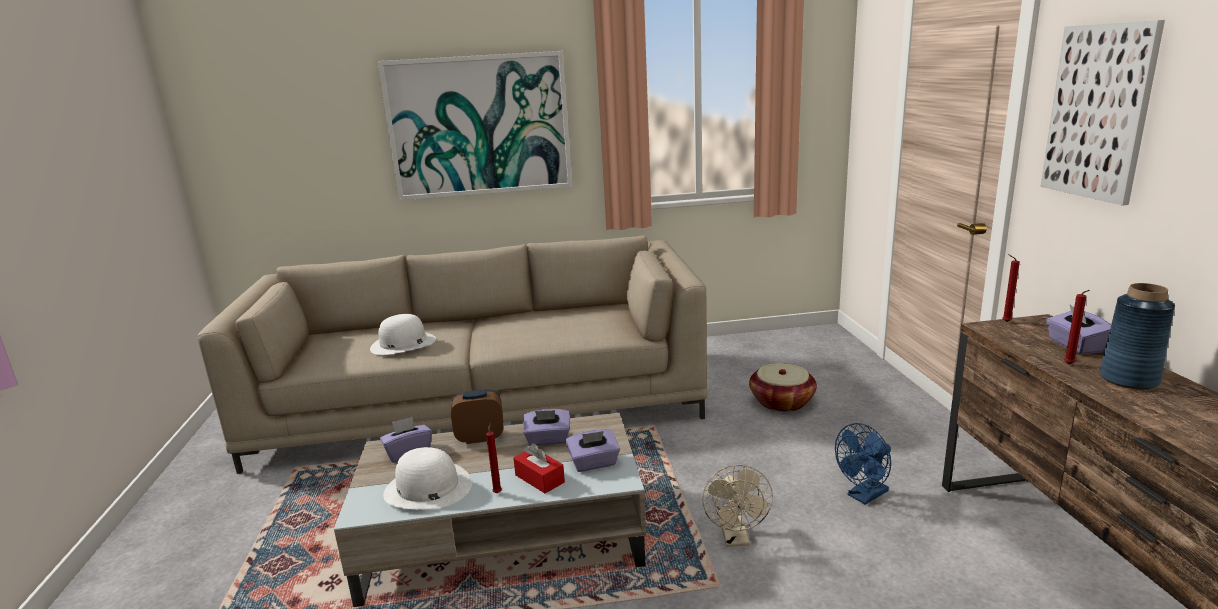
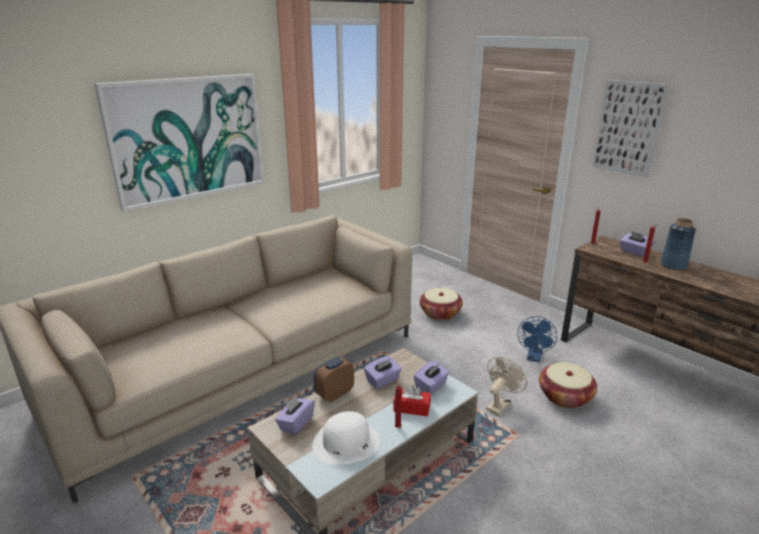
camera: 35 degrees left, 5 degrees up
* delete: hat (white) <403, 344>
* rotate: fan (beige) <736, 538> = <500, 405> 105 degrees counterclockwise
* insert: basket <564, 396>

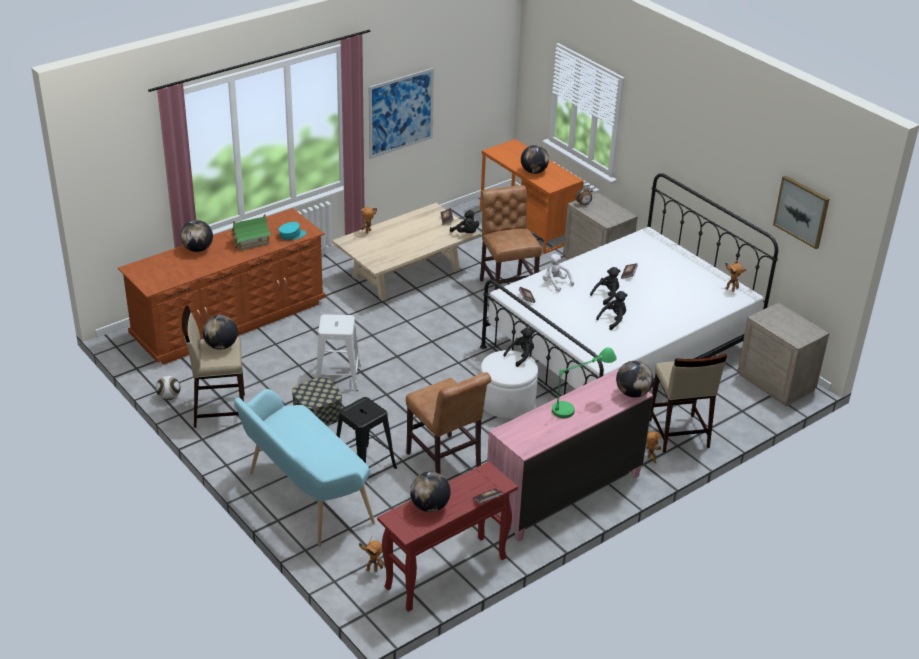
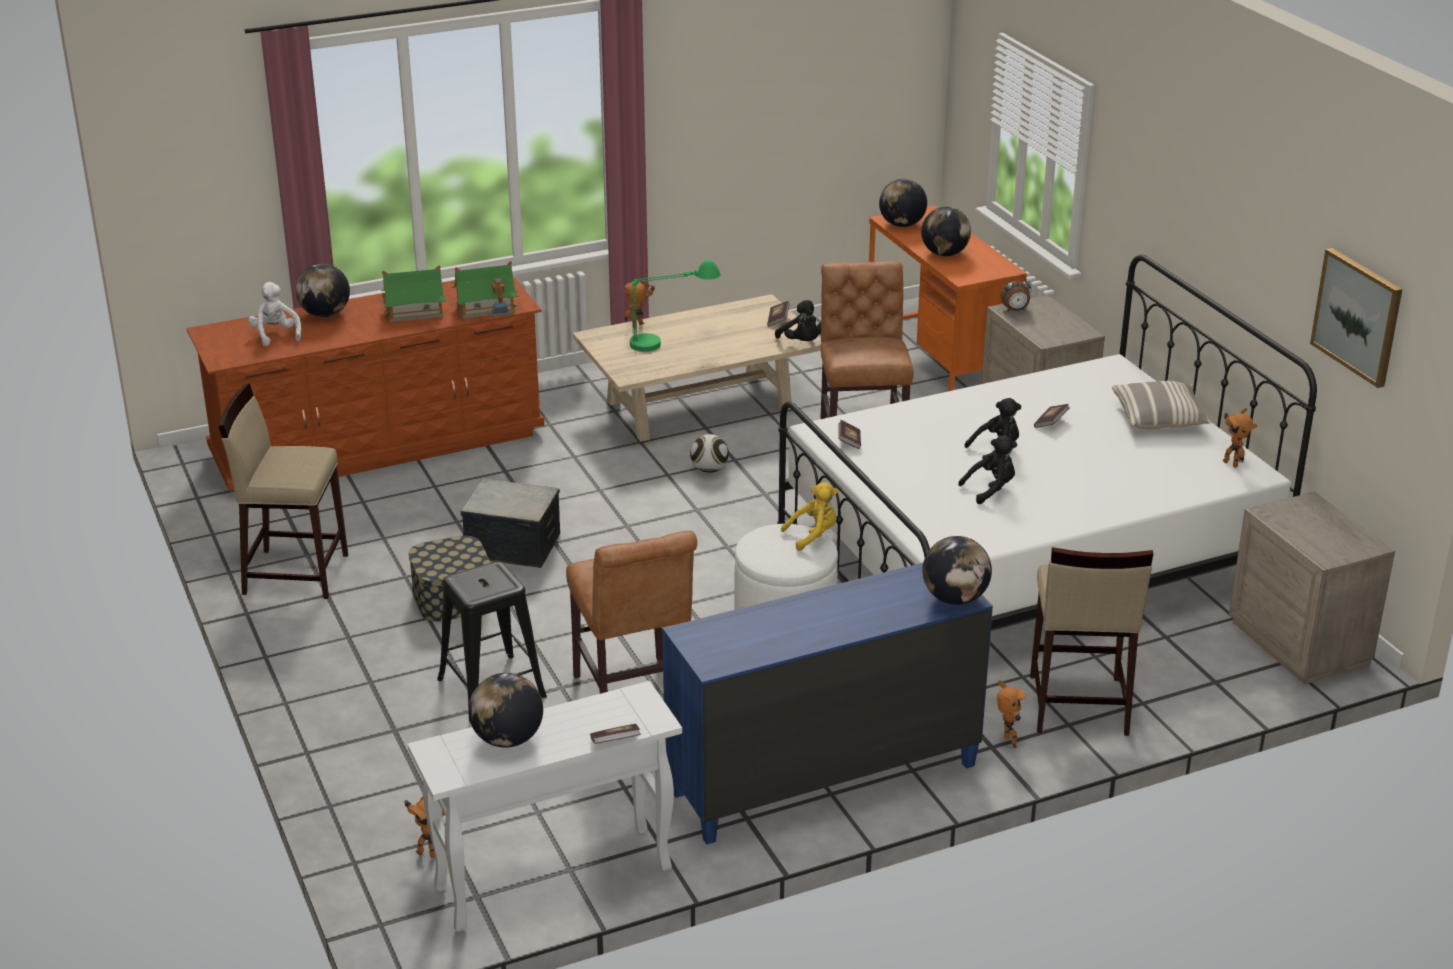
camera: 15 degrees right, 5 degrees down
* move: football <169, 397> to <709, 470>
* move: globe <221, 346> to <901, 225>
* delete: bench (turquoise) <304, 499>
* replace: cap (turquoise) <292, 235> to toy house <486, 308>
* replace: stool (white) <338, 377> to storage box <513, 546>
* delete: picture <401, 113>
* recolor: console table (red) <445, 574> to console table (white) <552, 879>
* recolor: dresser (pink) <563, 494> to dresser (blue) <822, 778>
* recolor: plush toy (black) <521, 356> to plush toy (yellow) <813, 535>
* move: plush toy (white) <555, 283> to <276, 335>
* move: table lamp (green) <579, 405> to <672, 341>
* insert: pillow <1159, 418>

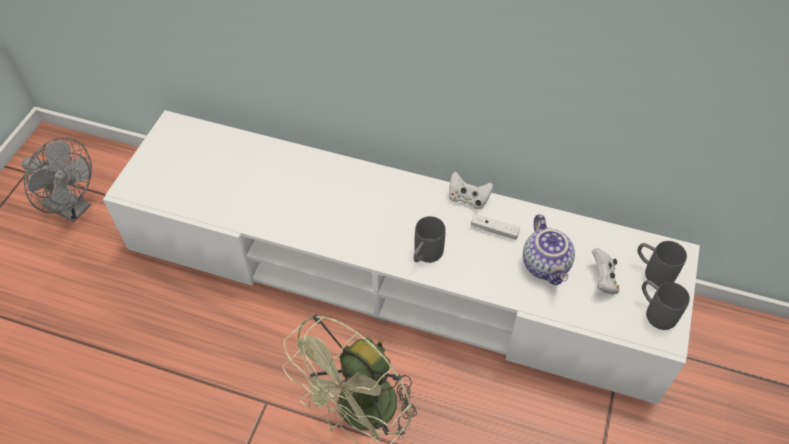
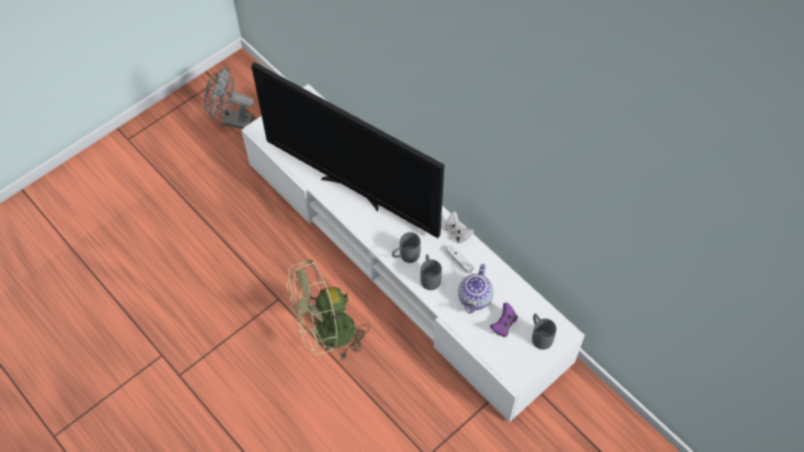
camera: 30 degrees right, 5 degrees up
* rotate: fan (grey) <73, 208> = <231, 120> 135 degrees clockwise
* recolor: game controller (white) <603, 280> to game controller (purple) <503, 325>
* move: mug (grey) <655, 311> to <429, 277>
* insert: television <354, 190>

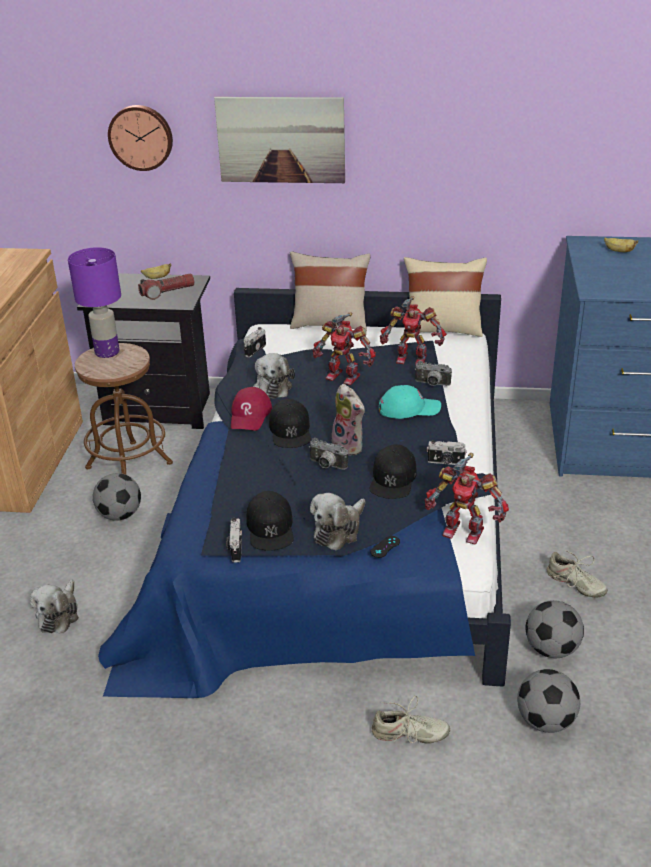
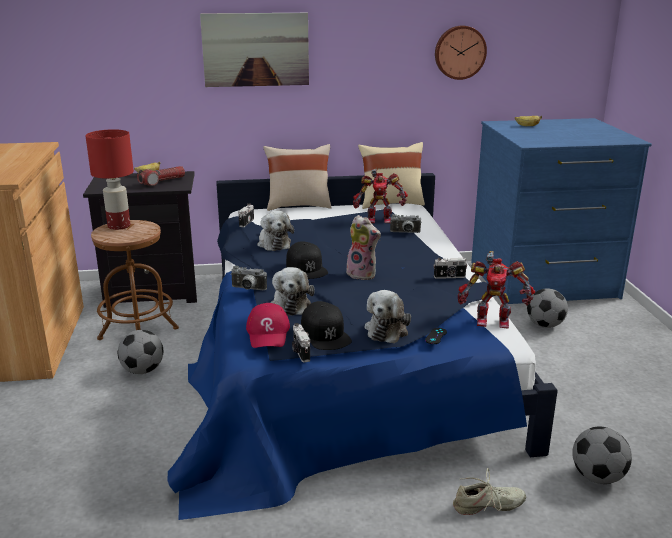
camera: 15 degrees left, 10 degrees down
* move: plush toy <59, 614> to <290, 304>
* recolor: table lamp (purple) <106, 352> to table lamp (red) <118, 226>
* move: wall clock <141, 137> to <459, 52>
* move: cap (red) <250, 415> to <268, 333>
* move: photo camera <326, 466> to <248, 289>
* delete: toy robot <344, 376>
* delete: cap (black) <393, 479>
* delete: cap (turquoise) <409, 408>
* move: football <552, 649> to <545, 325>
* delete: shoe (beige) <575, 584>

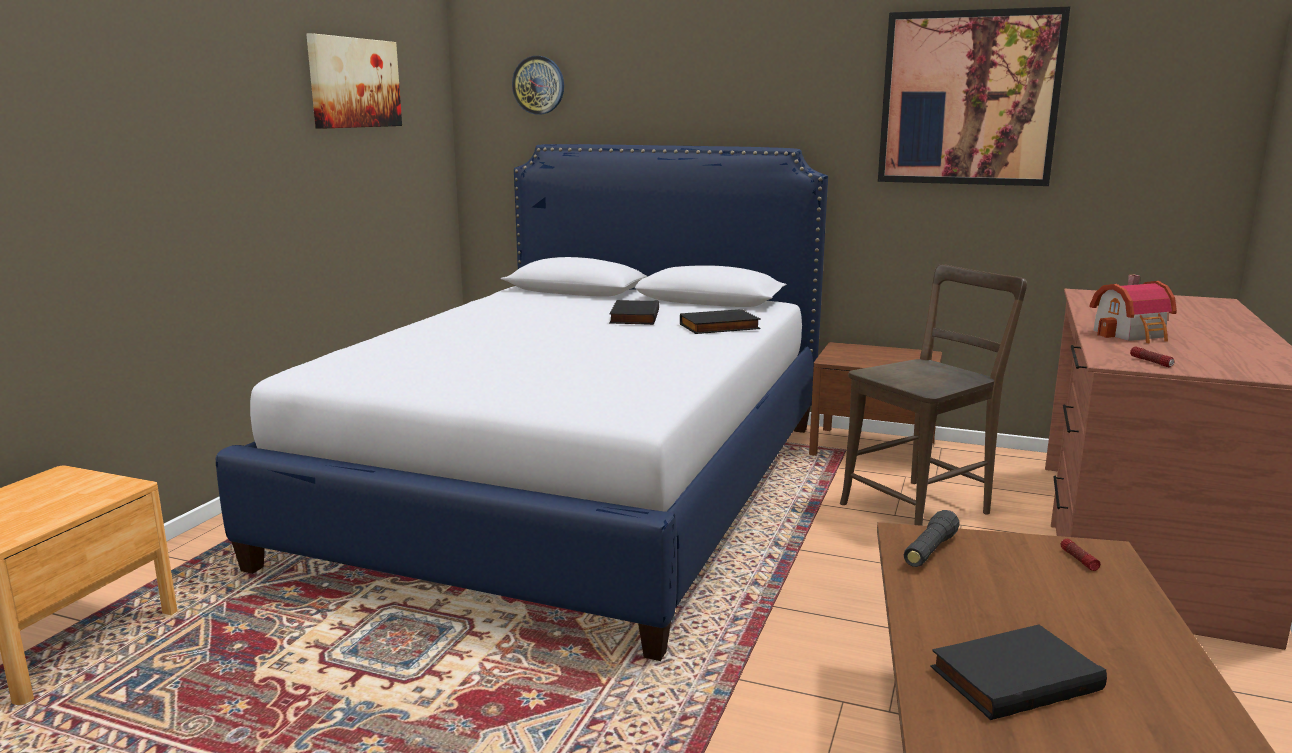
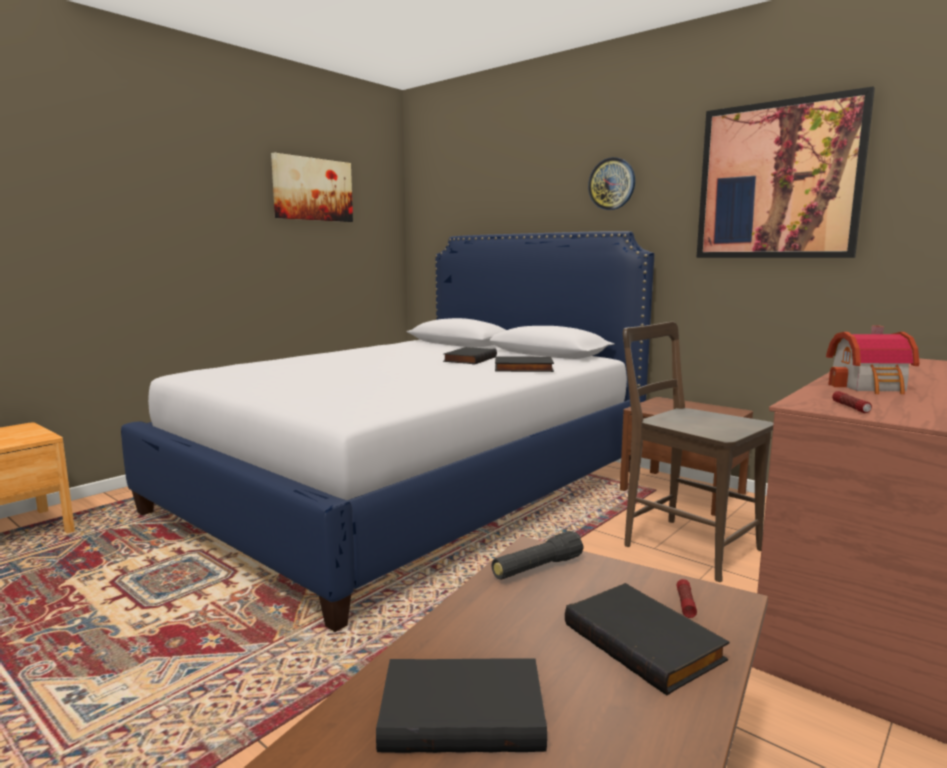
camera: 20 degrees right, 5 degrees down
* move: wall clock <538, 85> to <612, 184>
* rotate: chair (brown) <921, 507> = <685, 545> 120 degrees counterclockwise
* insert: book (black) <645, 641>

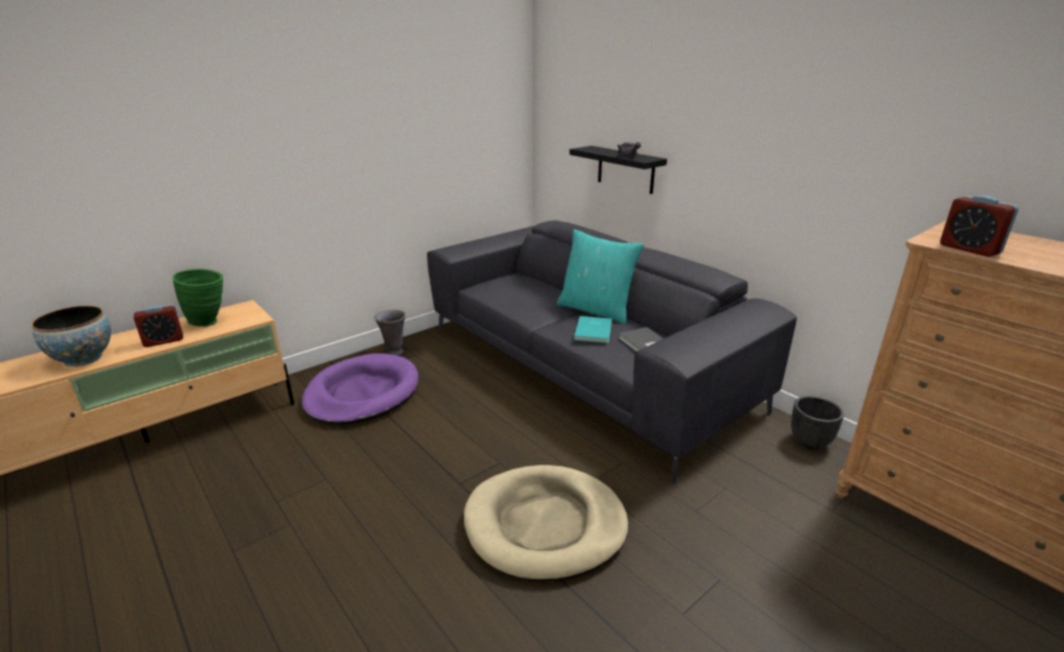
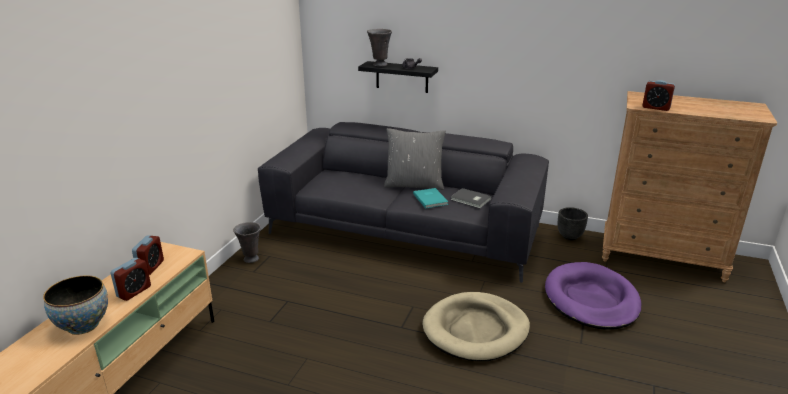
camera: 30 degrees left, 0 degrees up
* replace: vase (green) <210, 322> to alarm clock <150, 267>
* move: dog bed (purple) <362, 393> to <591, 299>
* recolor: pillow (turquoise) <596, 310> to pillow (grey) <414, 184>
* insert: vase (grey) <379, 65>

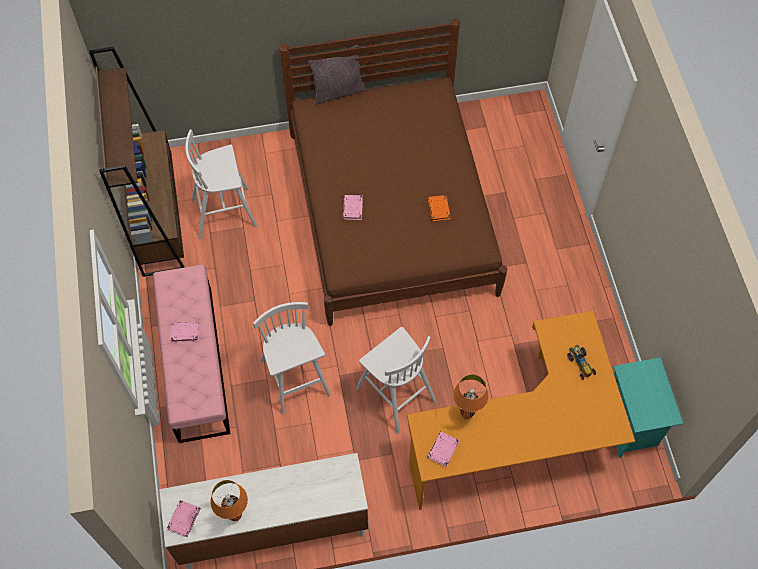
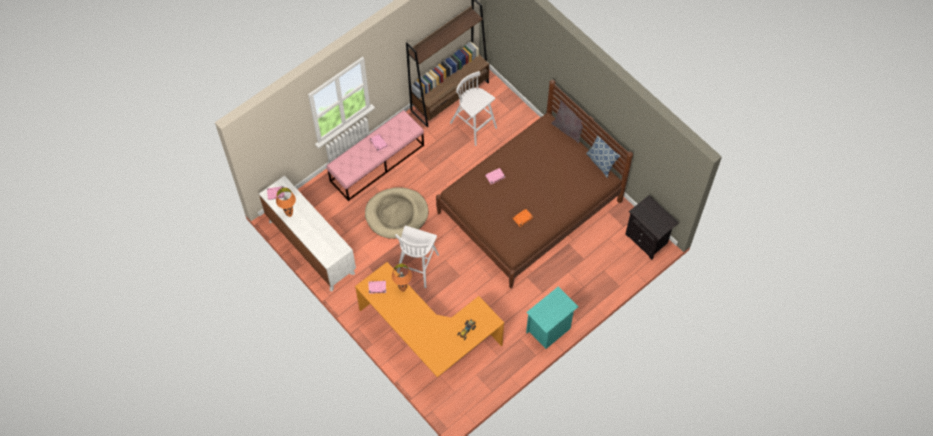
camera: 60 degrees right, 0 degrees up
* replace: stool (white) <296, 379> to dog bed (beige) <396, 214>
* move: nightstand (turquoise) <630, 425> to <549, 330>
* insert: pillow <601, 162>
* insert: nightstand (black) <647, 239>

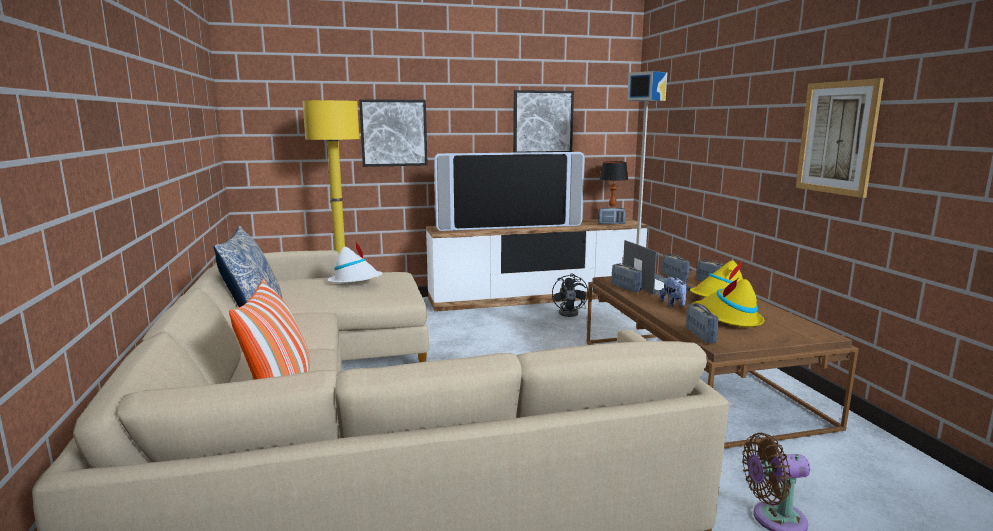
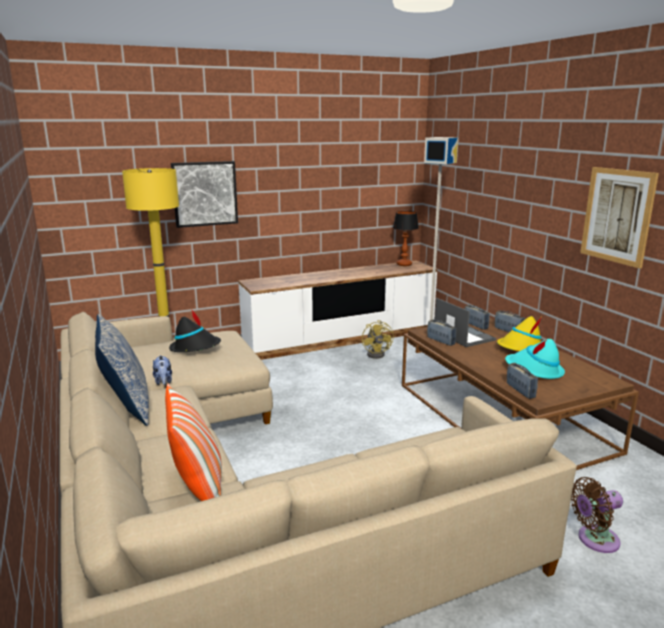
camera: 10 degrees left, 5 degrees up
* recolor: hat (white) <356, 281> to hat (black) <195, 347>
* delete: television <509, 227>
* delete: picture <542, 122>
* recolor: fan (black) <571, 313> to fan (yellow) <378, 354>
* delete: radio <611, 224>
* move: plush toy <674, 305> to <163, 381>
* recolor: hat (yellow) <727, 319> to hat (turquoise) <534, 370>

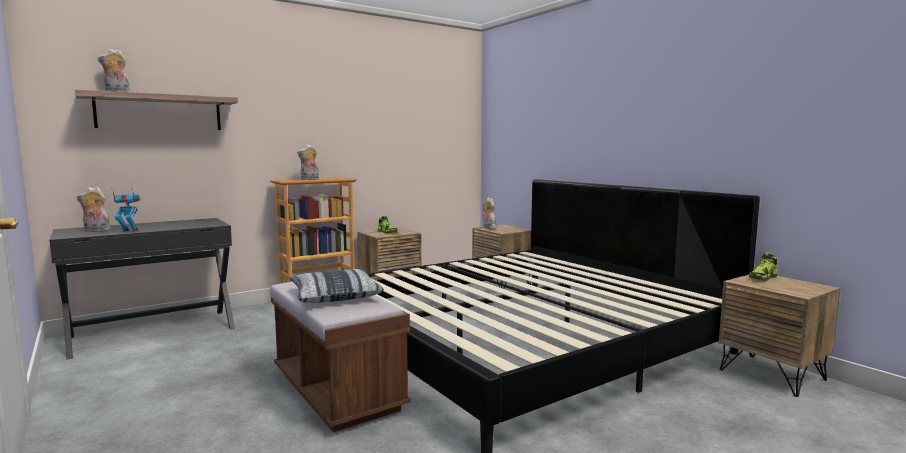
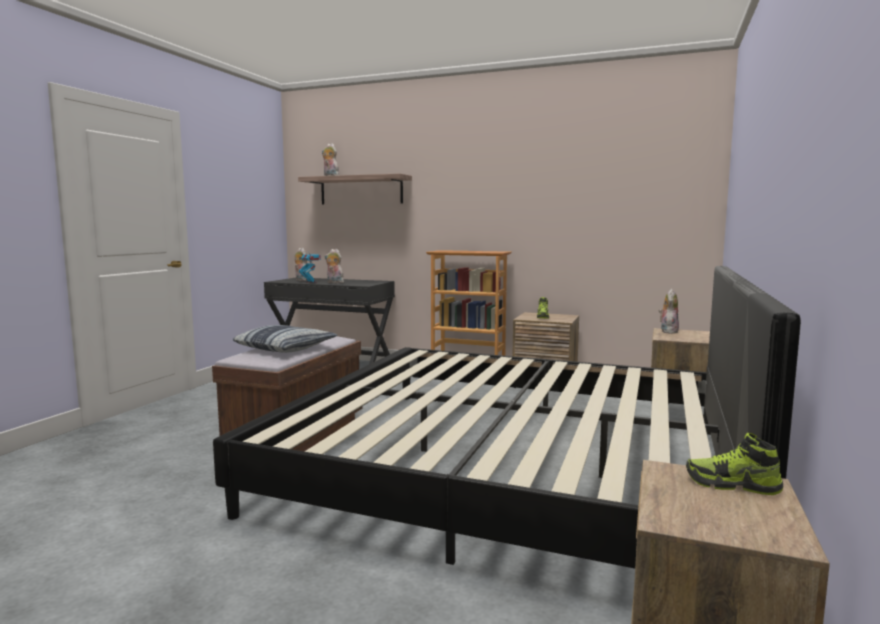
camera: 55 degrees right, 0 degrees up
* move: plush toy <309, 179> to <334, 282>

